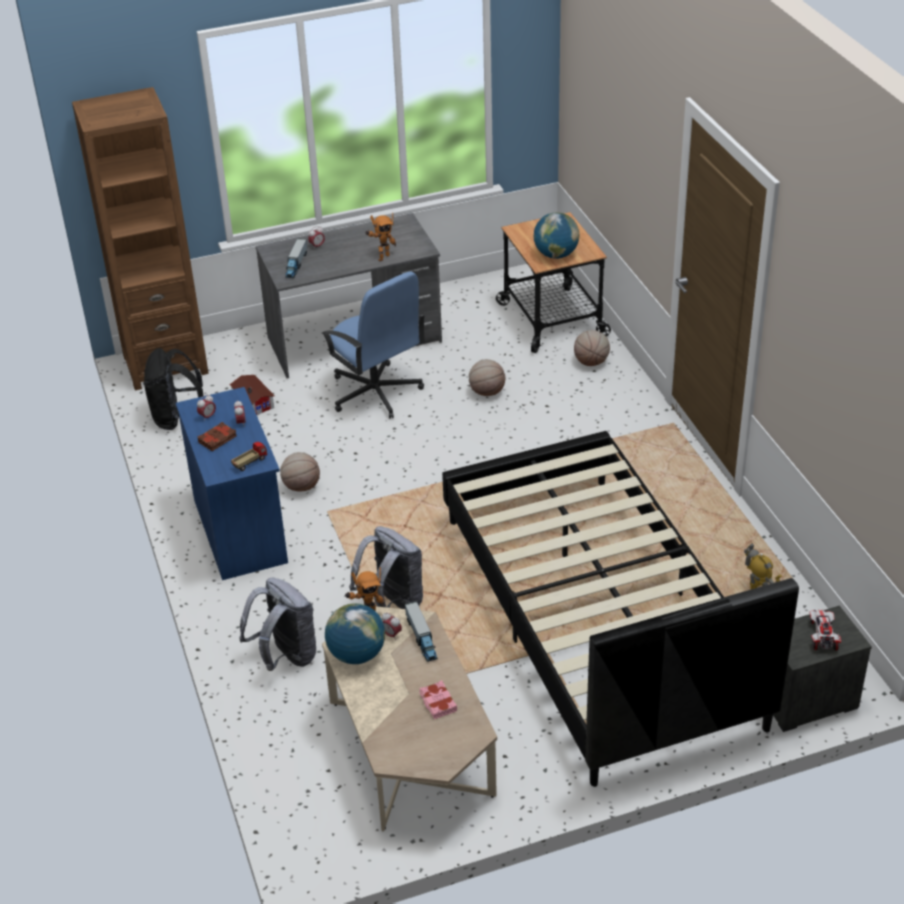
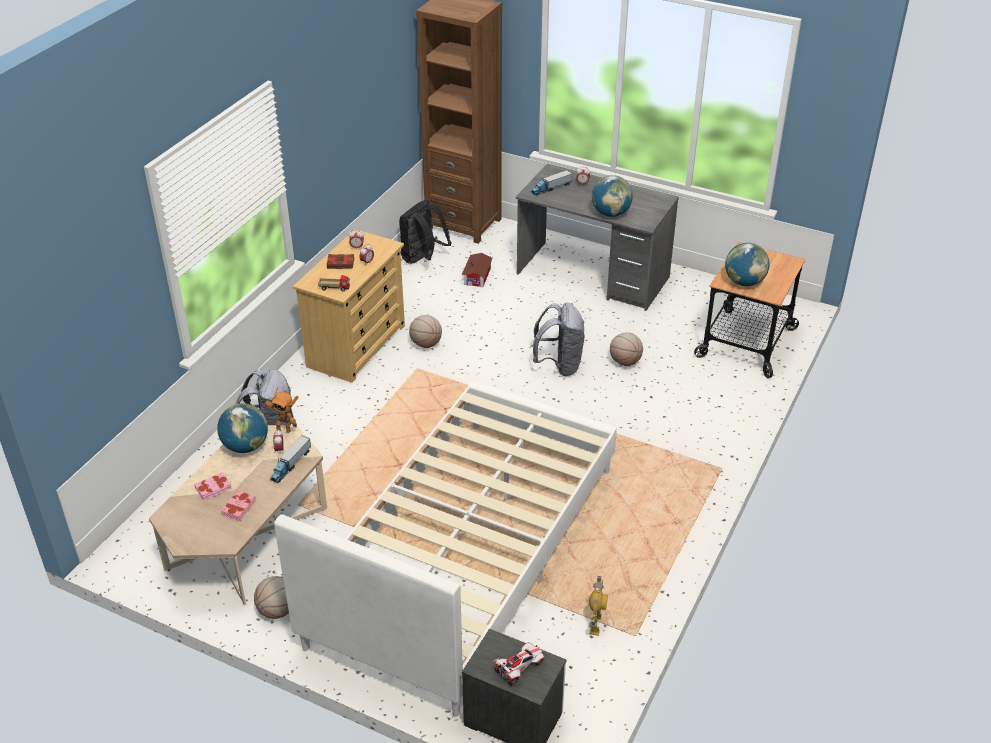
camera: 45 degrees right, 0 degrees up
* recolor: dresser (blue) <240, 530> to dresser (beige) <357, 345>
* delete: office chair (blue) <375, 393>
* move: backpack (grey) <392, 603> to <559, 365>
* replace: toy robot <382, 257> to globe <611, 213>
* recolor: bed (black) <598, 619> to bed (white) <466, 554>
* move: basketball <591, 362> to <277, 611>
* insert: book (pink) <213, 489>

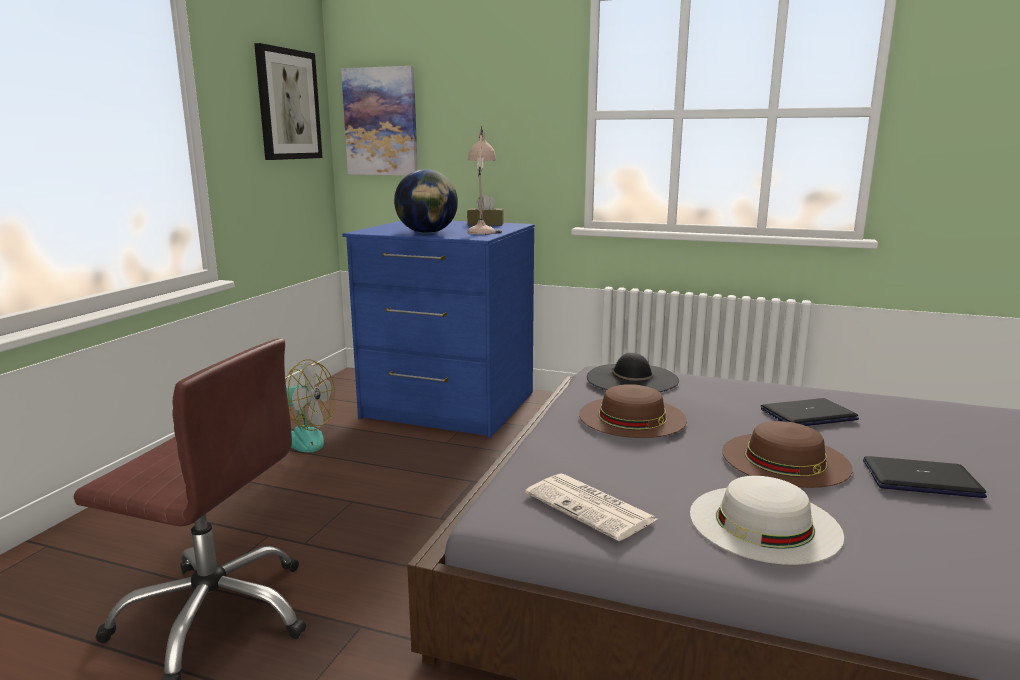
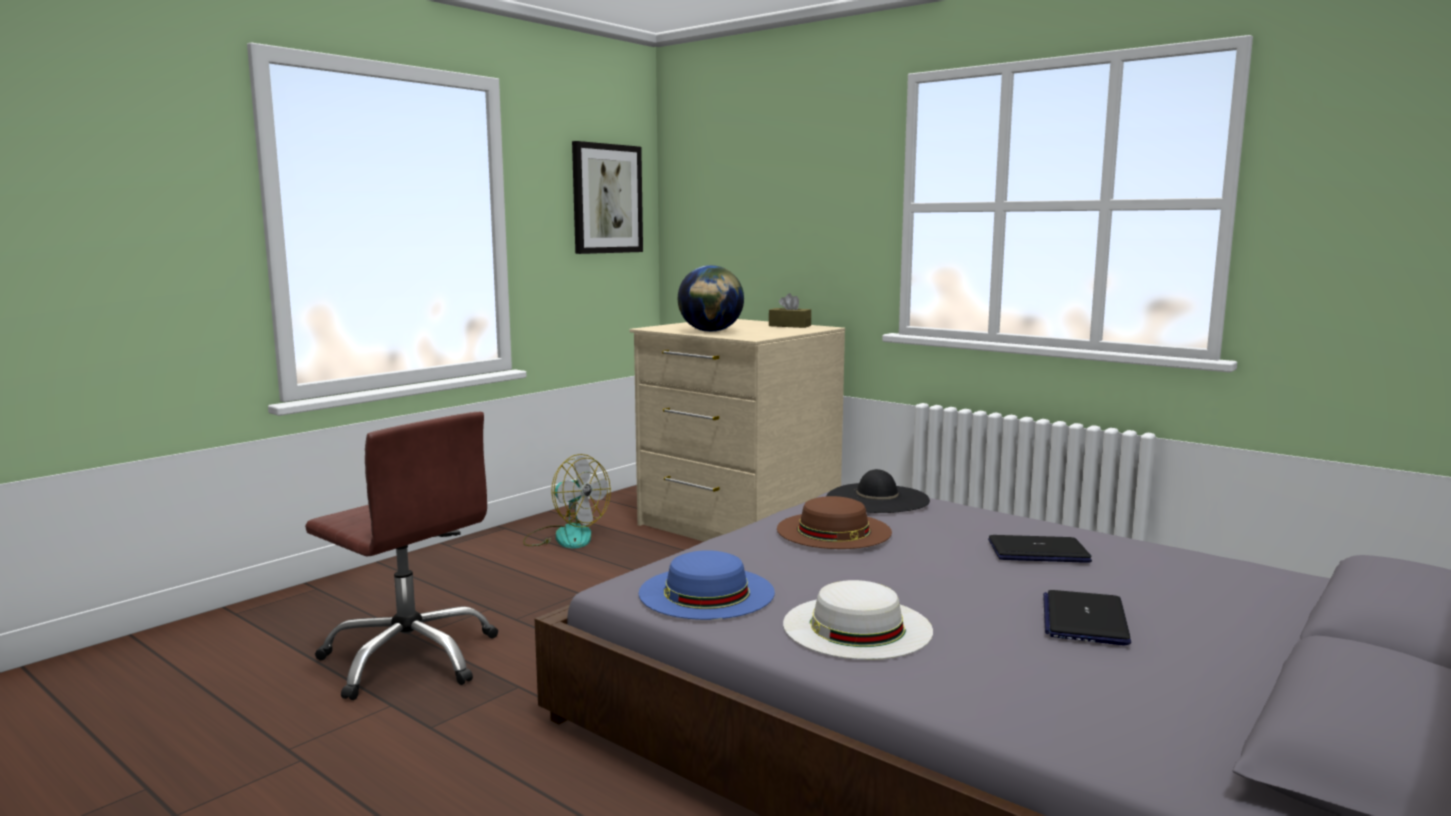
camera: 20 degrees right, 5 degrees down
* delete: picture <381, 122>
* recolor: dresser (blue) <448, 406> to dresser (beige) <737, 524>
* delete: table lamp (beige) <483, 230>
* replace: newspaper <591, 507> to hat (blue) <706, 592>
* delete: hat (brown) <785, 459>
* rotate: laptop <921, 479> = <1084, 619> 105 degrees counterclockwise

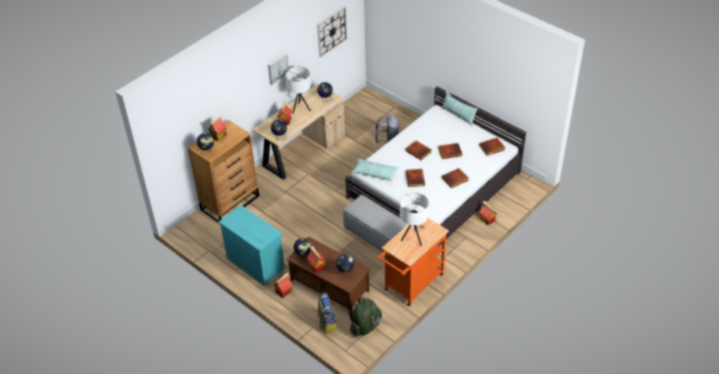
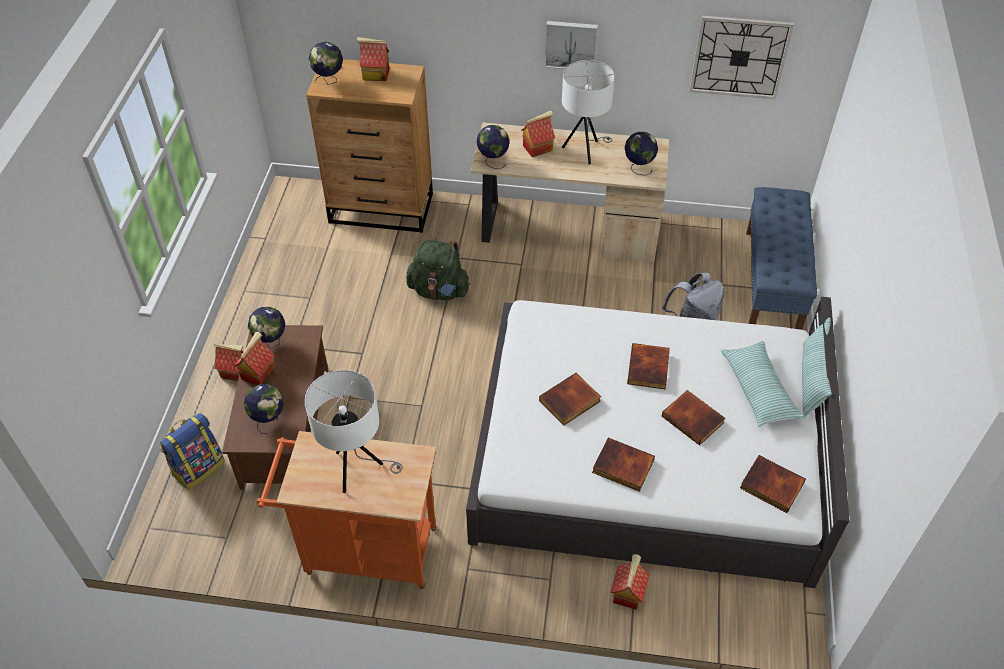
camera: 55 degrees right, 5 degrees up
* delete: dresser (turquoise) <255, 263>
* delete: ottoman (grey) <376, 236>
* move: backpack (green) <365, 326> to <439, 290>
* move: pillow <375, 173> to <759, 390>
* insert: bench (blue) <772, 281>

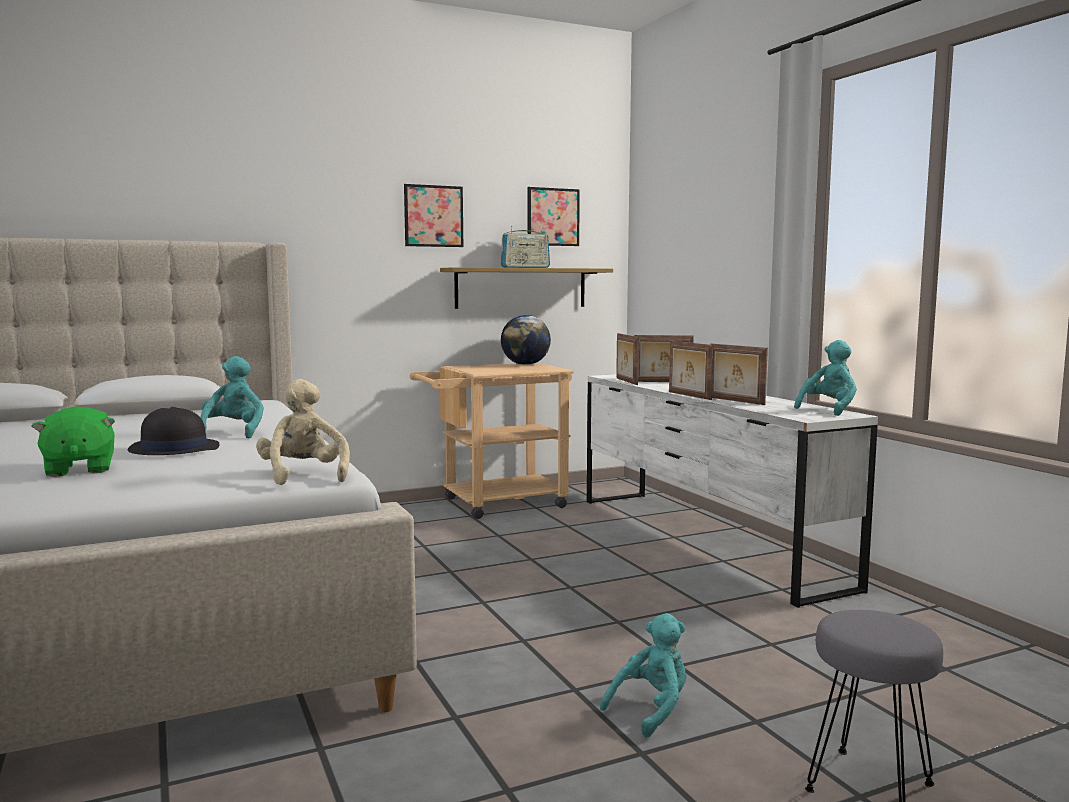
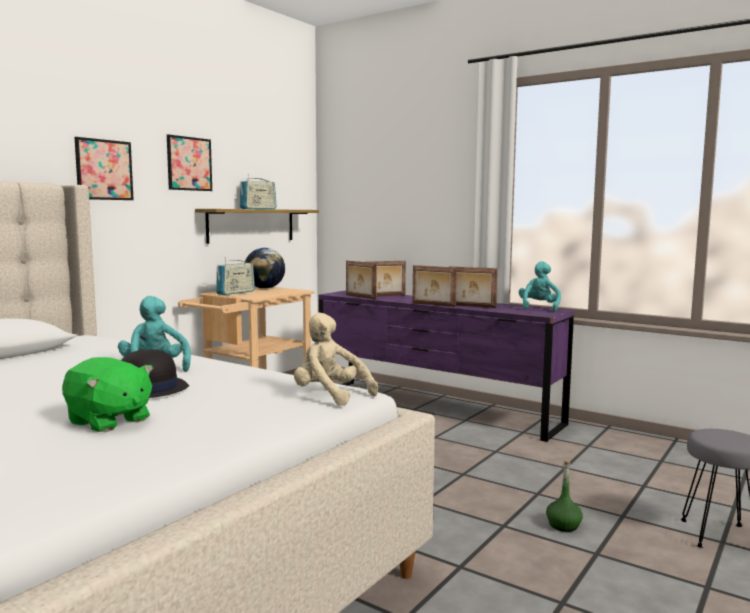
camera: 30 degrees left, 0 degrees up
* move: picture <553, 217> to <104, 169>
* recolor: dresser (white) <702, 539> to dresser (purple) <433, 408>
* replace: plush toy (turquoise) <651, 710> to bottle (green) <563, 525>
* insert: radio <236, 292>

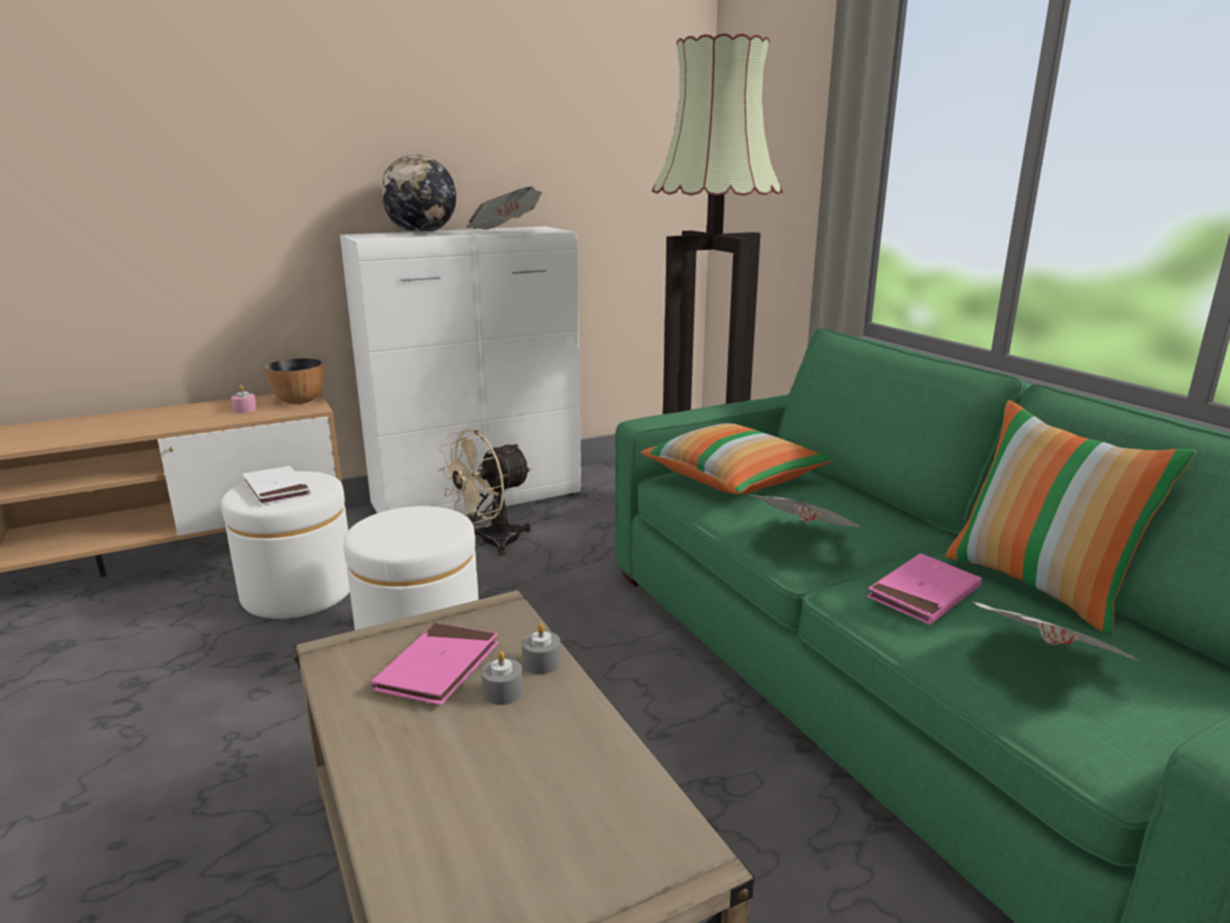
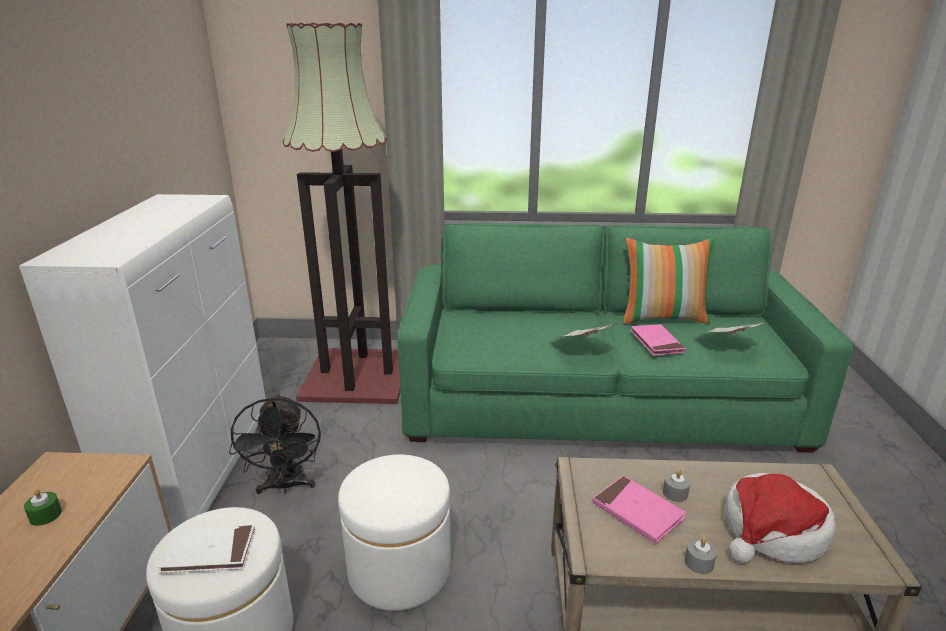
camera: 60 degrees left, 5 degrees up
* recolor: candle (pink) <245, 410> to candle (green) <45, 515>
* delete: bowl <299, 401>
* delete: globe <421, 233>
* recolor: fan (beige) <490, 542> to fan (black) <286, 486>
* delete: newspaper <504, 232>
* move: candle (grey) <542, 663> to <699, 562>
* delete: pillow <734, 479>
* insert: hat <772, 531>

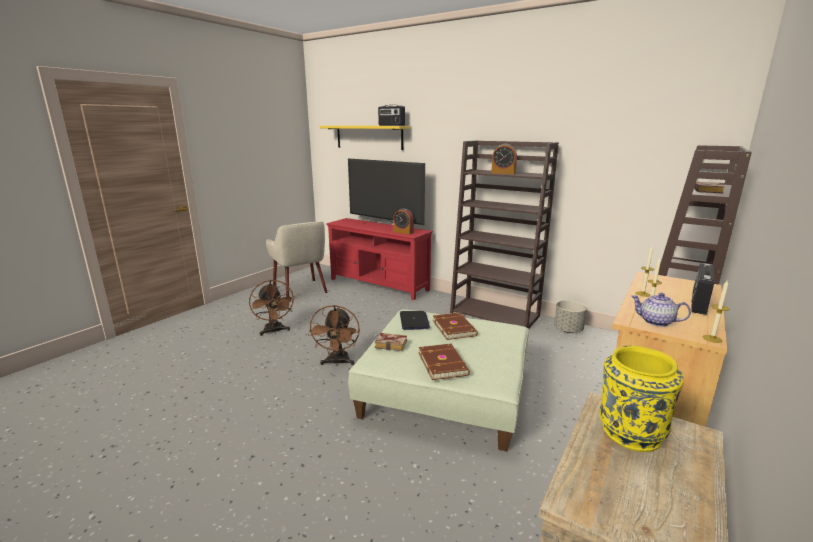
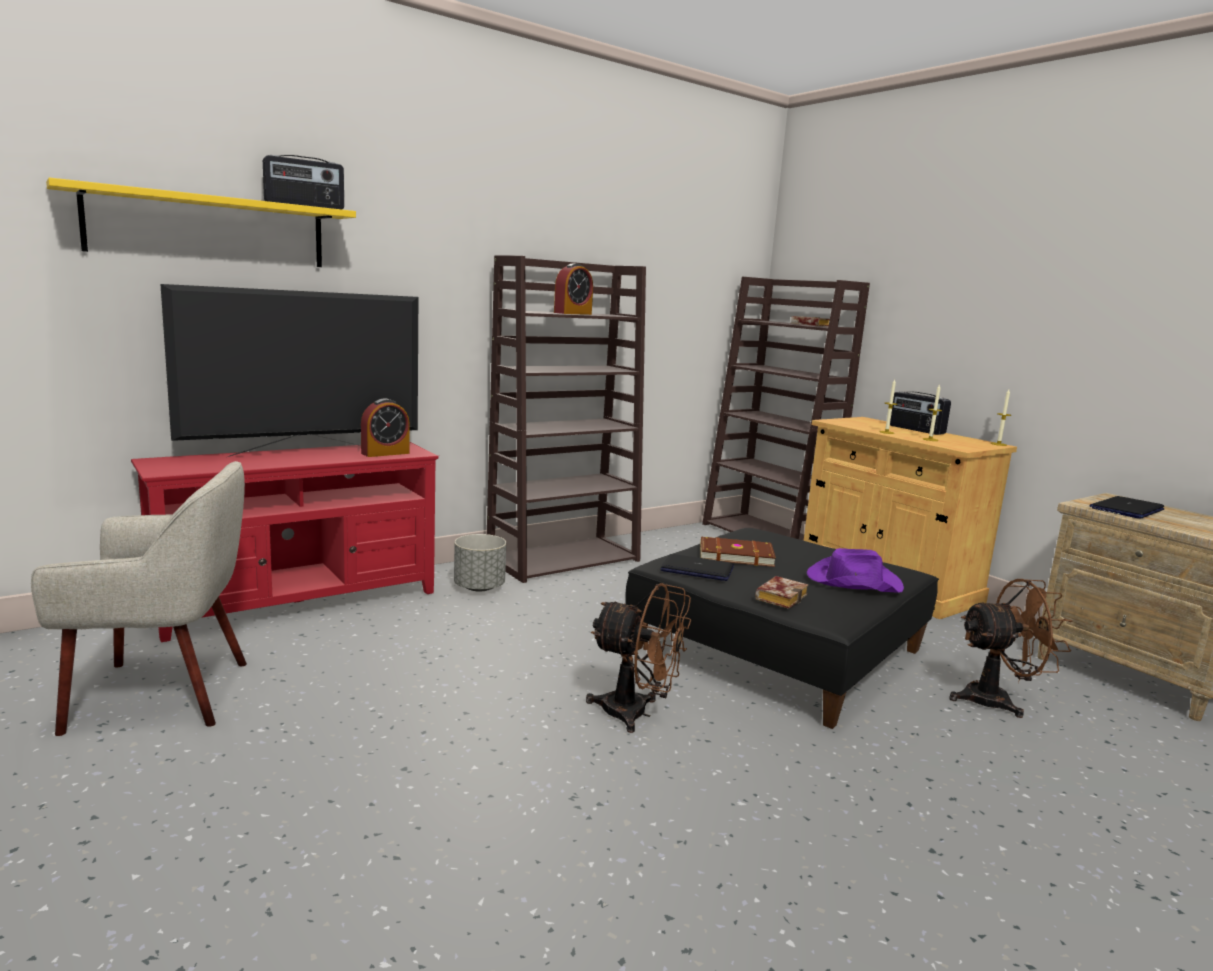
camera: 70 degrees left, 5 degrees down
* move: fan (brown) <274, 331> to <997, 700>
* recolor: ottoman (green) <444, 392> to ottoman (black) <778, 650>
* replace: book (brown) <443, 363> to hat (purple) <852, 581>
* move: planter (grey) <568, 330> to <479, 587>
* replace: vase (yellow) <629, 433> to laptop <1127, 509>
* delete: teapot <655, 322>

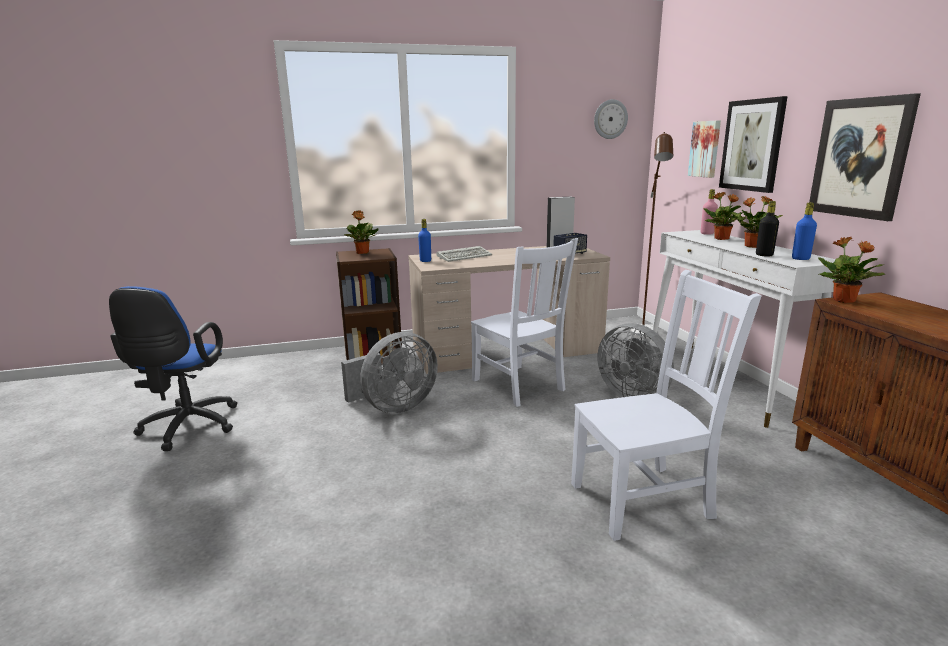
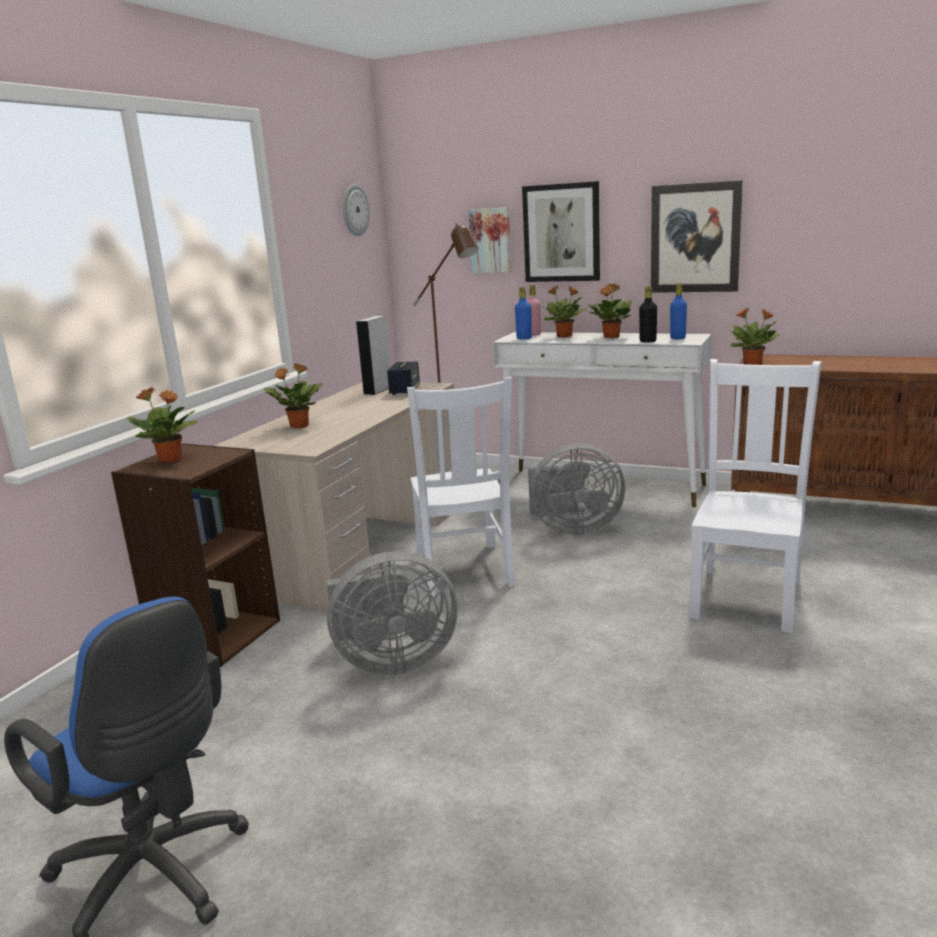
camera: 50 degrees left, 0 degrees up
* rotate: fan (grey) <394, 407> = <391, 663> 75 degrees clockwise
* move: bottle (blue) <425, 261> to <524, 338>
* replace: keyboard <465, 256> to potted plant <298, 426>
* rotate: chair (white) <519, 386> = <464, 571> 75 degrees clockwise

